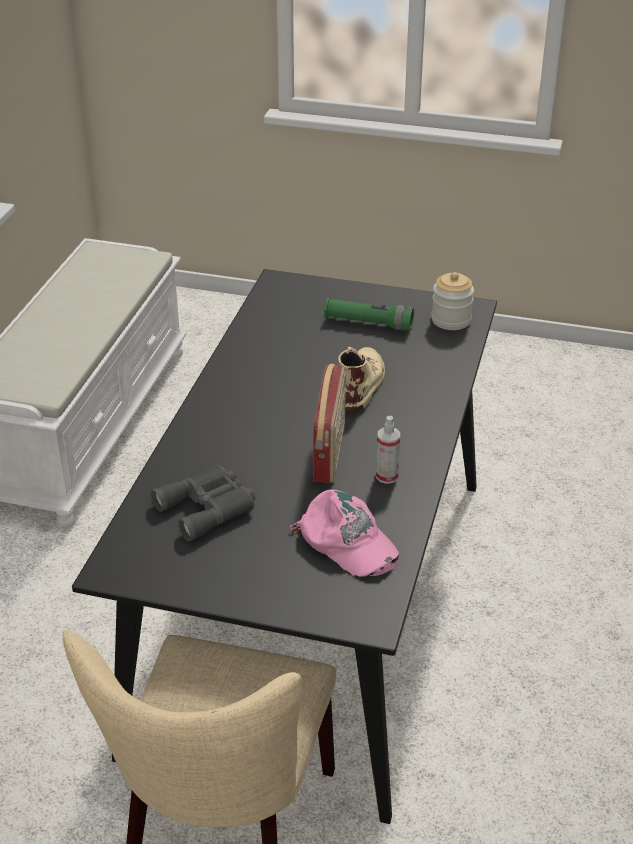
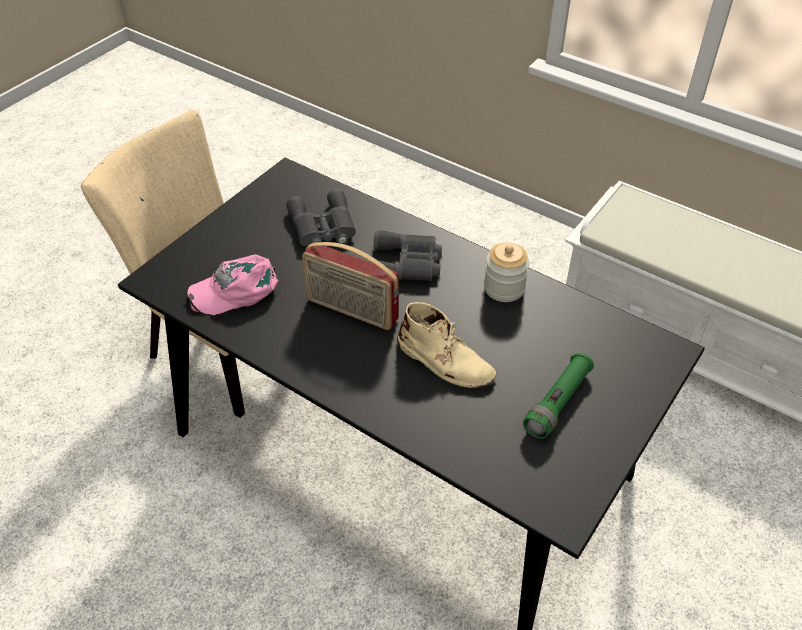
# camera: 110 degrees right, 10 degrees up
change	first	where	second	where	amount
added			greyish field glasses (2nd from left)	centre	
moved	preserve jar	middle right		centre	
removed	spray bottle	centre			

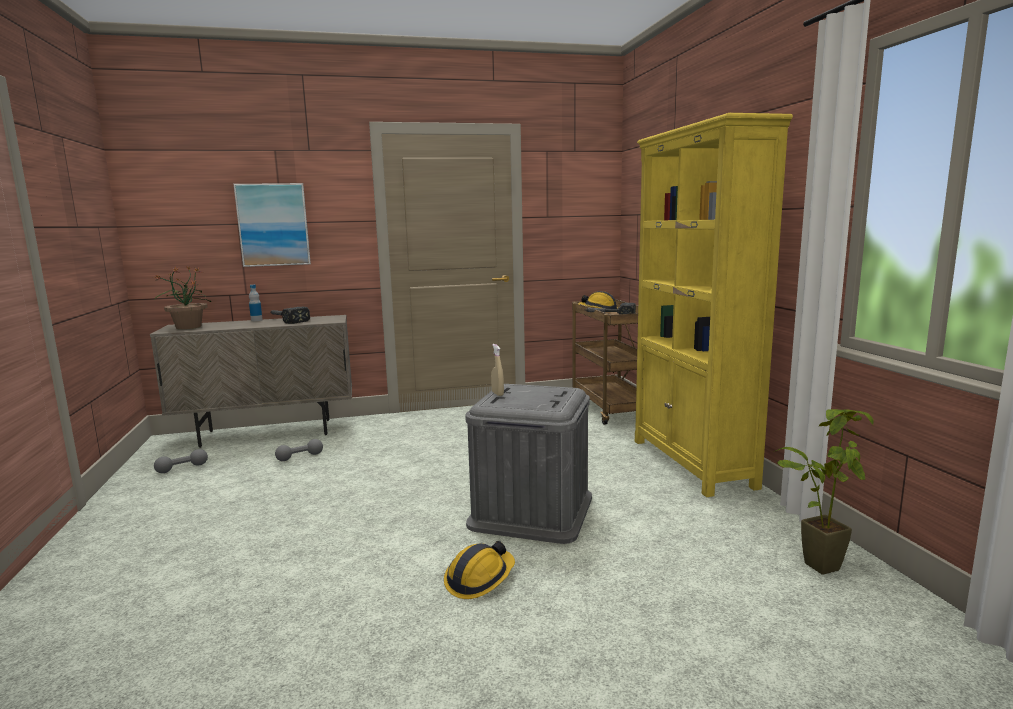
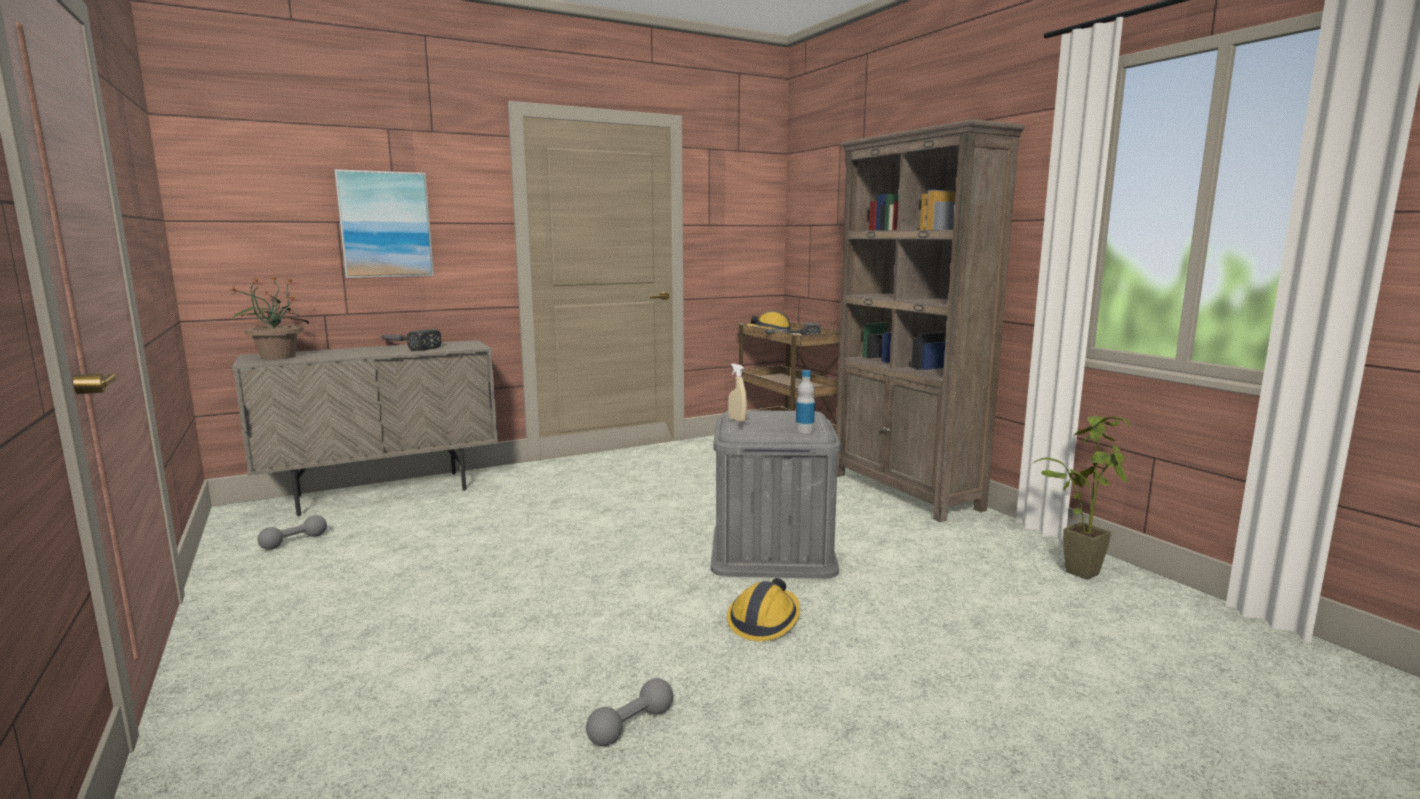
# camera: 15 degrees left, 0 degrees up
change	first	where	second	where	amount
moved	greyish free weight (2nd from left)	middle left		bottom centre	
moved	drink bottle	middle left		centre	
recoloured	yellow bookshelf	middle right	brownish bookshelf	centre	

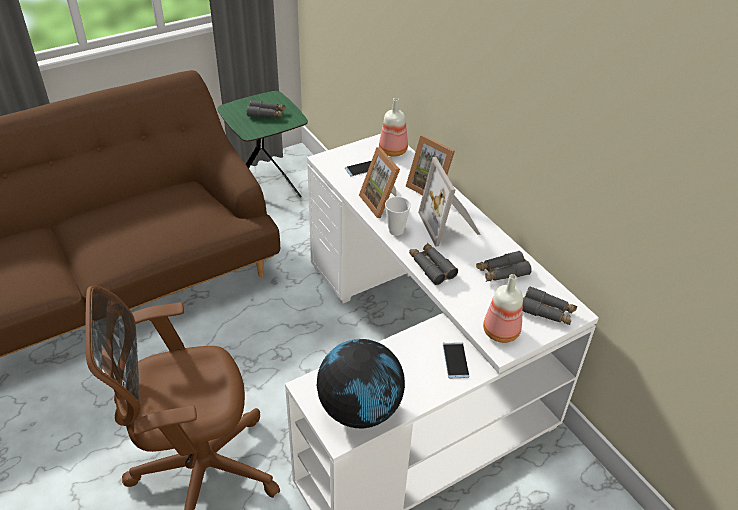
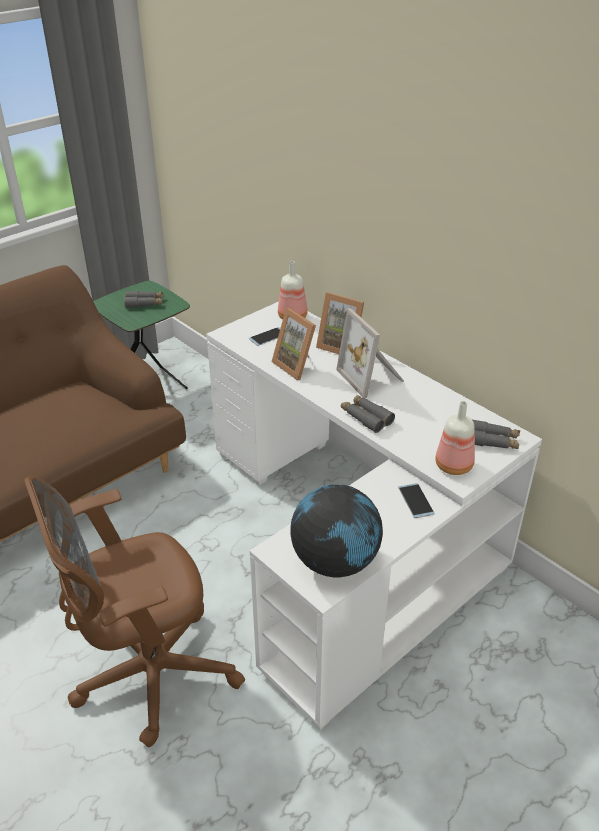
# camera: 10 degrees left, 5 degrees down
change	first	where	second	where	amount
removed	small cup	centre			
removed	greyish field glasses (3rd from left)	middle right			

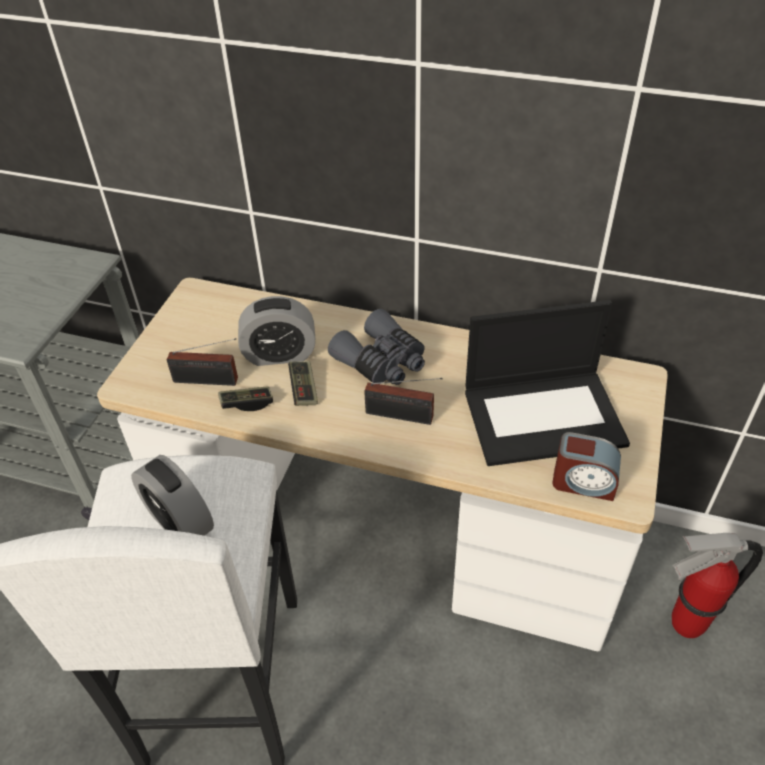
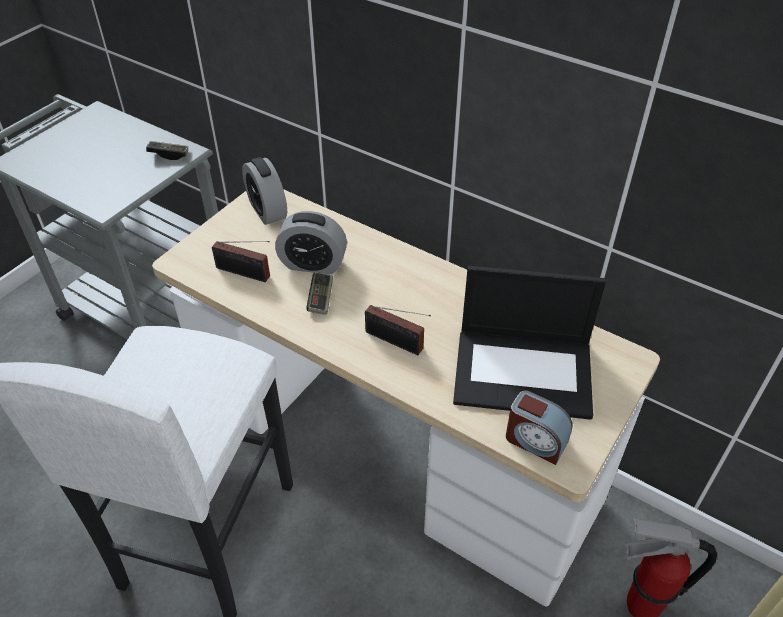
# camera: 15 degrees right, 0 degrees up
change	first	where	second	where	amount
moved	game controller (1st from left)	middle left		top left	
moved	bedside clock (1st from left)	middle left		top centre	
removed	greyish field glasses	centre			

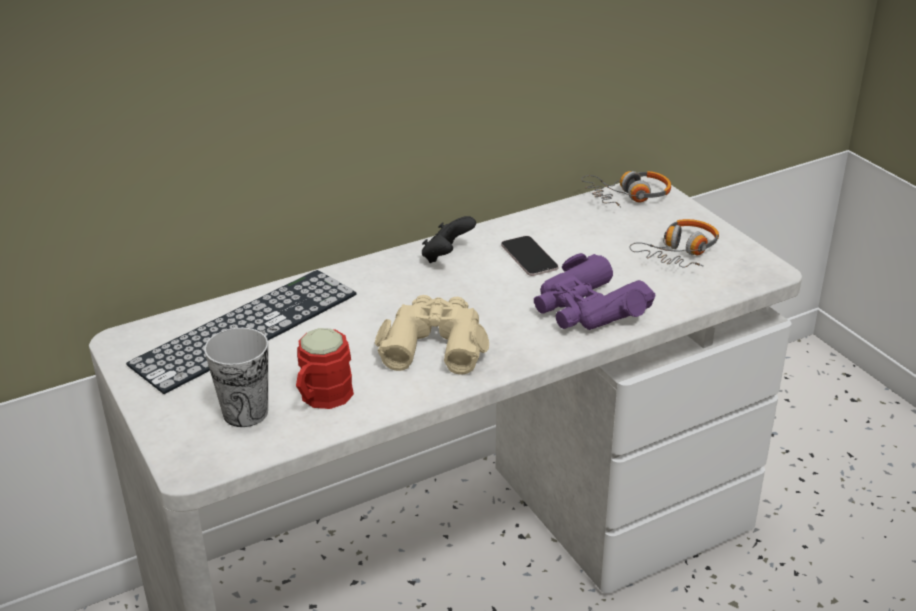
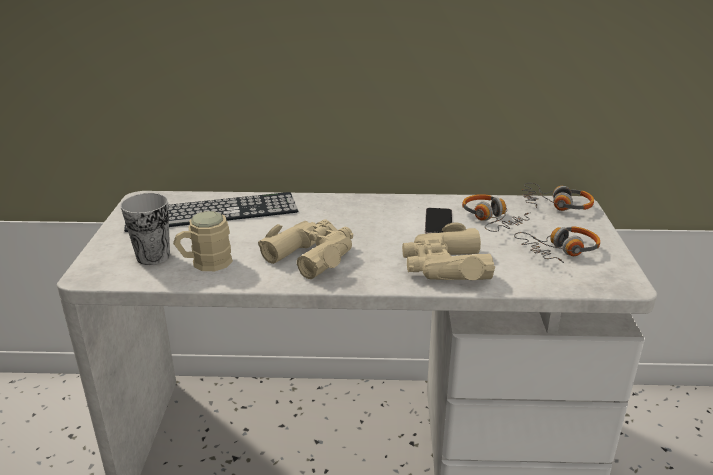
# camera: 30 degrees right, 5 degrees down
change	first	where	second	where	amount
recoloured	reddish mug	centre	beige mug	middle left	
recoloured	purple-coloured field glasses	centre	beige field glasses (2nd from left)	centre	
added			headset (1st from left)	middle right	
removed	black-coloured game controller	centre			

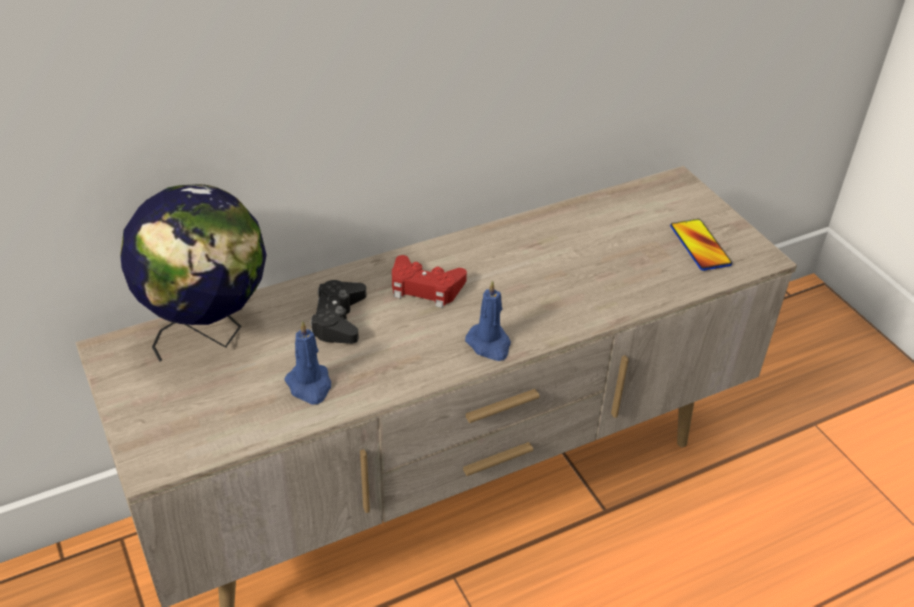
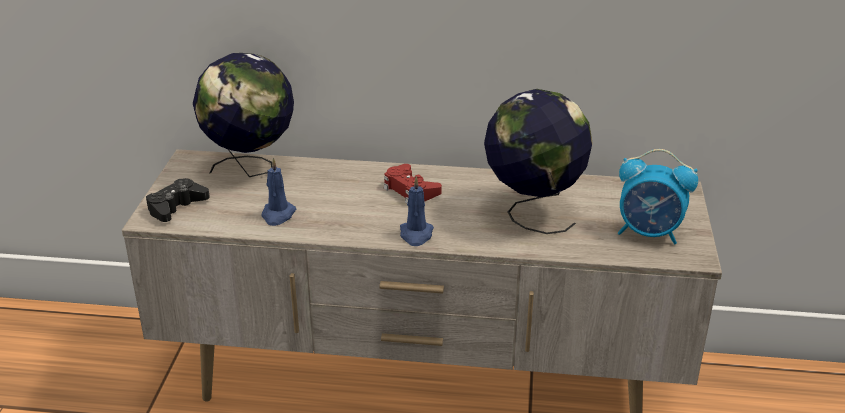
# camera: 35 degrees right, 10 degrees down
change	first	where	second	where	amount
moved	black-coloured game controller	centre		middle left	
added			desk globe (2nd from left)	centre	
replaced	telephone	middle right	bedside clock	middle right	

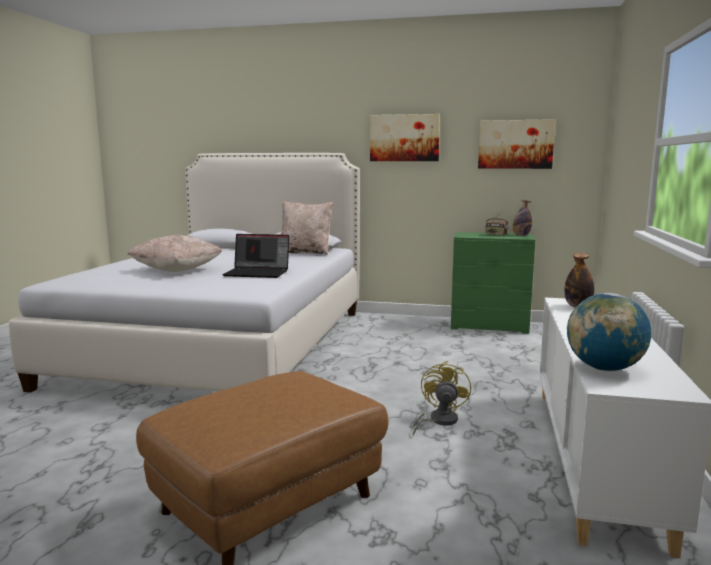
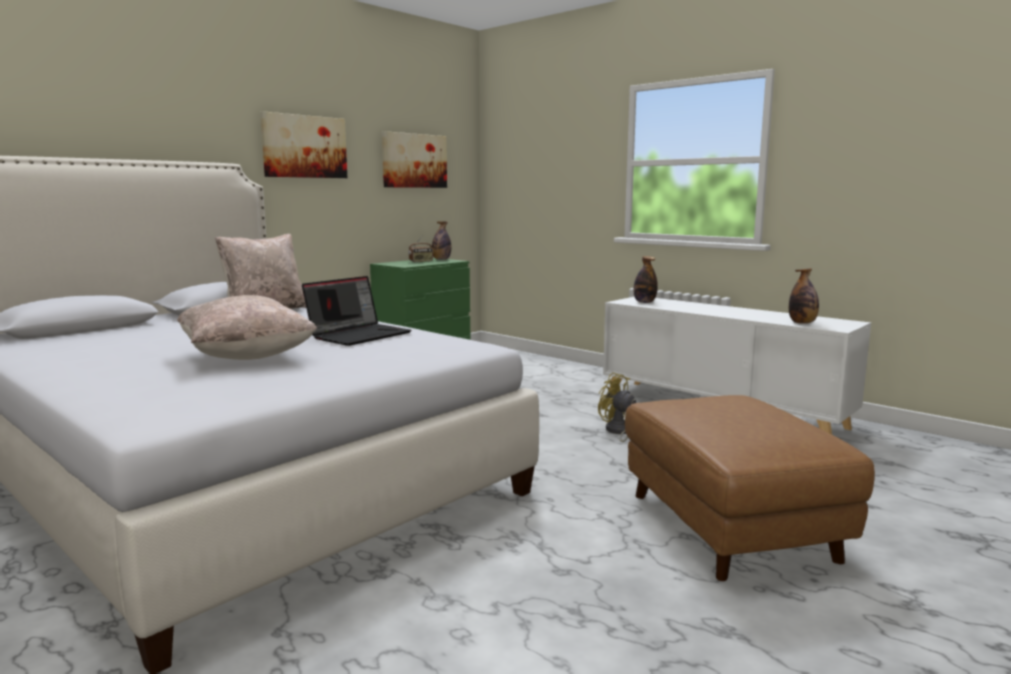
# camera: 60 degrees left, 0 degrees up
change	first	where	second	where	amount
replaced	desk globe	middle right	drink bottle (3rd from left)	middle right	

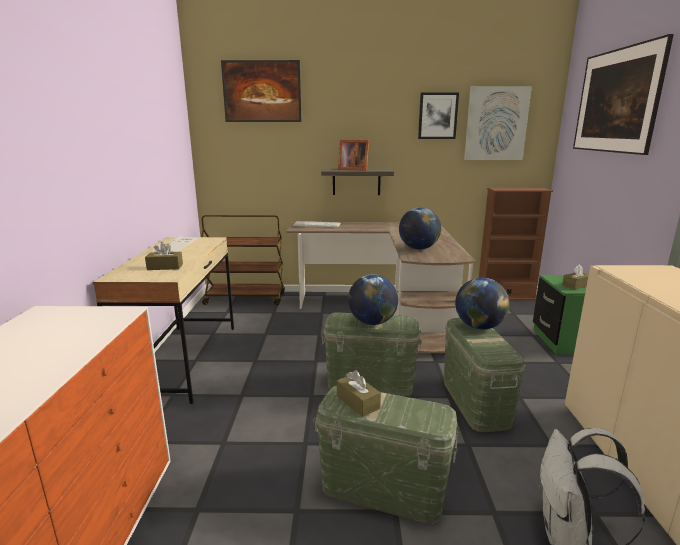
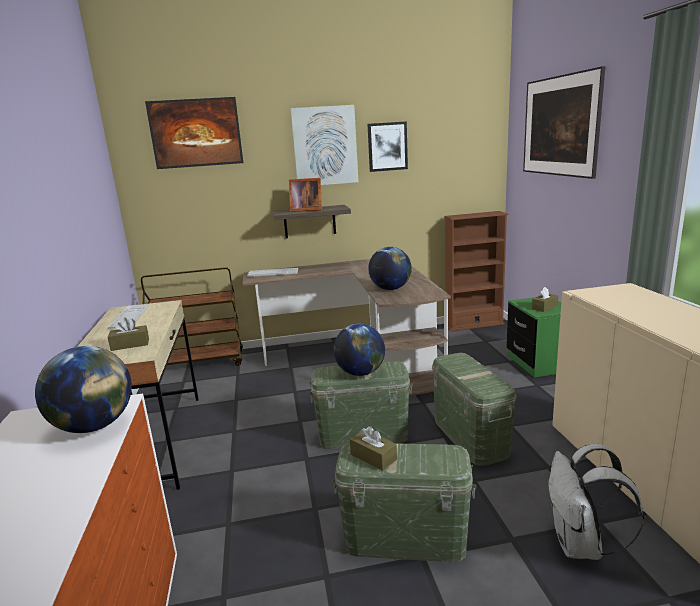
# camera: 10 degrees left, 0 degrees up
change	first	where	second	where	amount
moved	desk globe (3rd from left in the first image)	middle right	desk globe (1st from left)	middle left	
moved	wall picture (3rd from left in the first image)	top right	wall picture (2nd from left)	top centre	

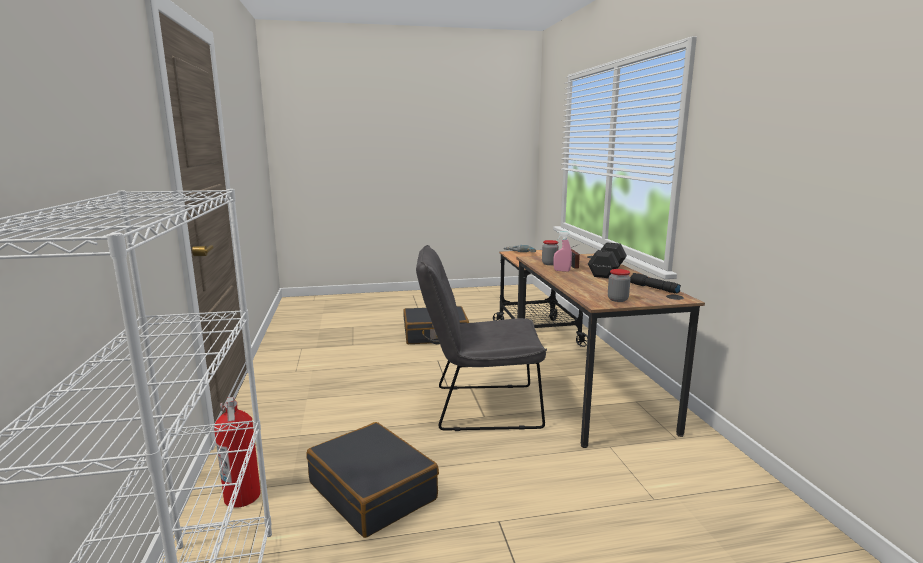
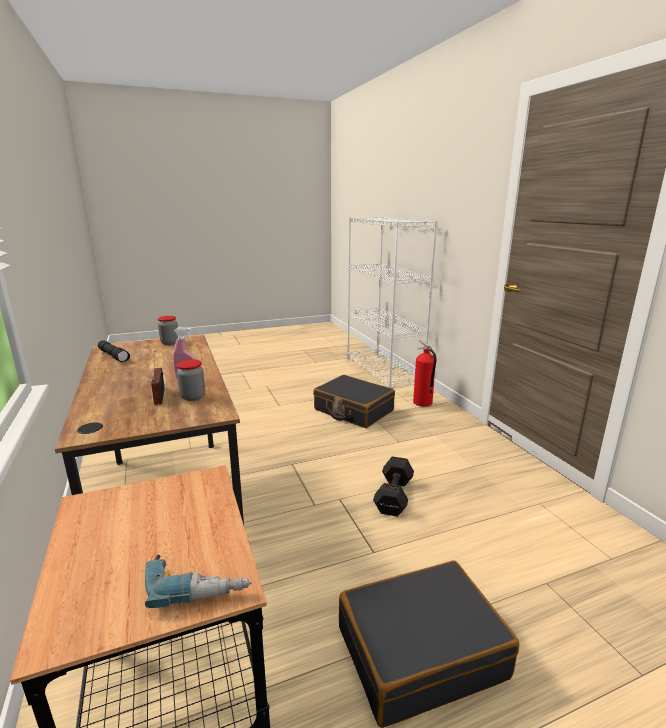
# camera: 170 degrees right, 5 degrees up
change	first	where	second	where	amount
moved	black-coloured free weight	centre		bottom centre	
removed	greyish chair	centre			

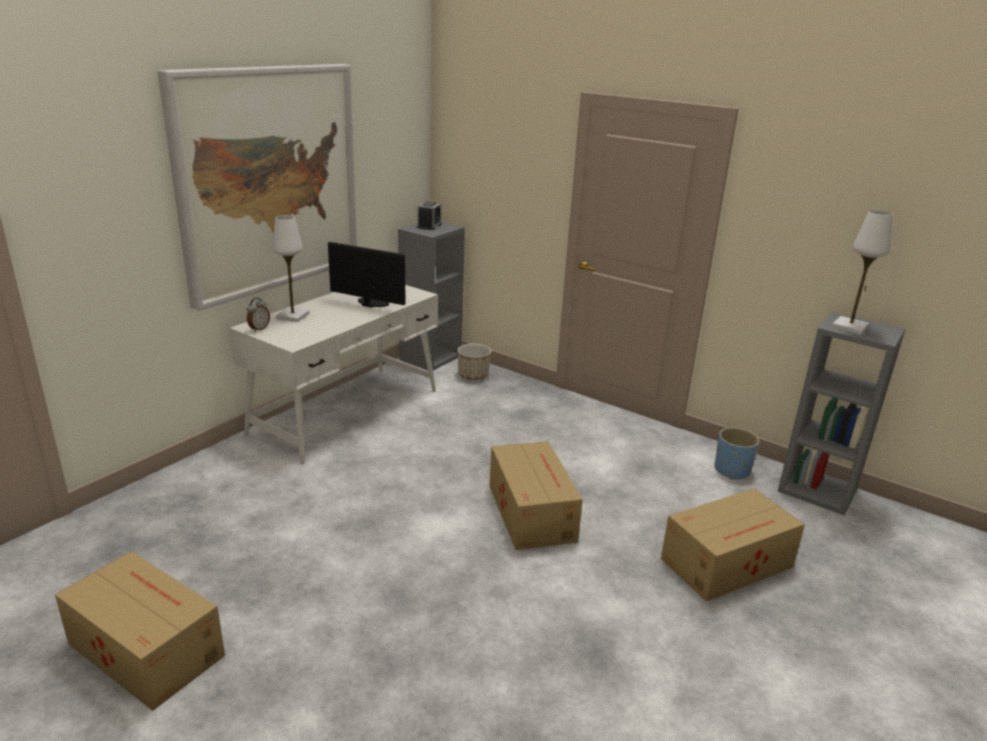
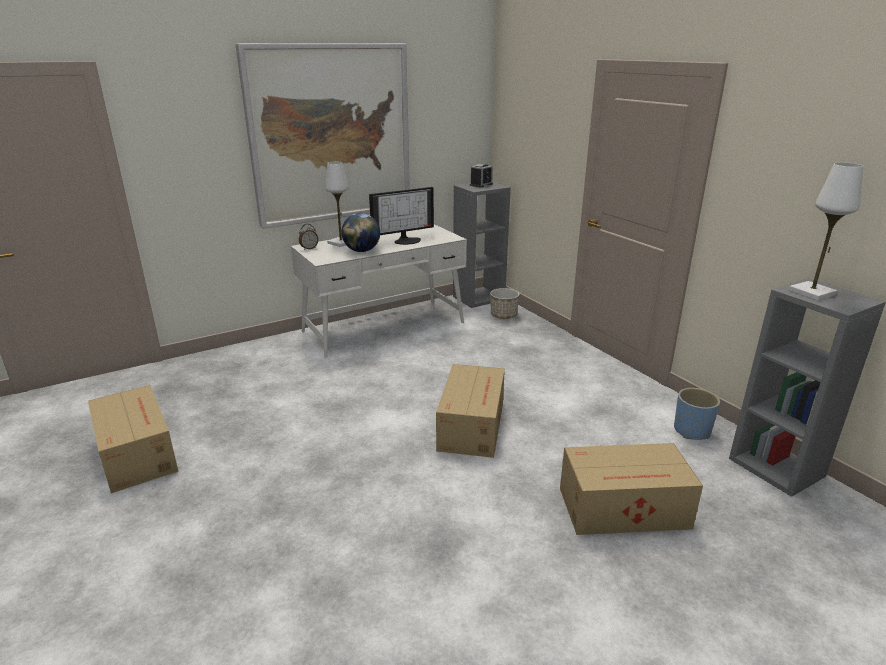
# camera: 25 degrees right, 0 degrees up
change	first	where	second	where	amount
added			desk globe	centre	
turned	computer display	centre		top centre	105 degrees clockwise

